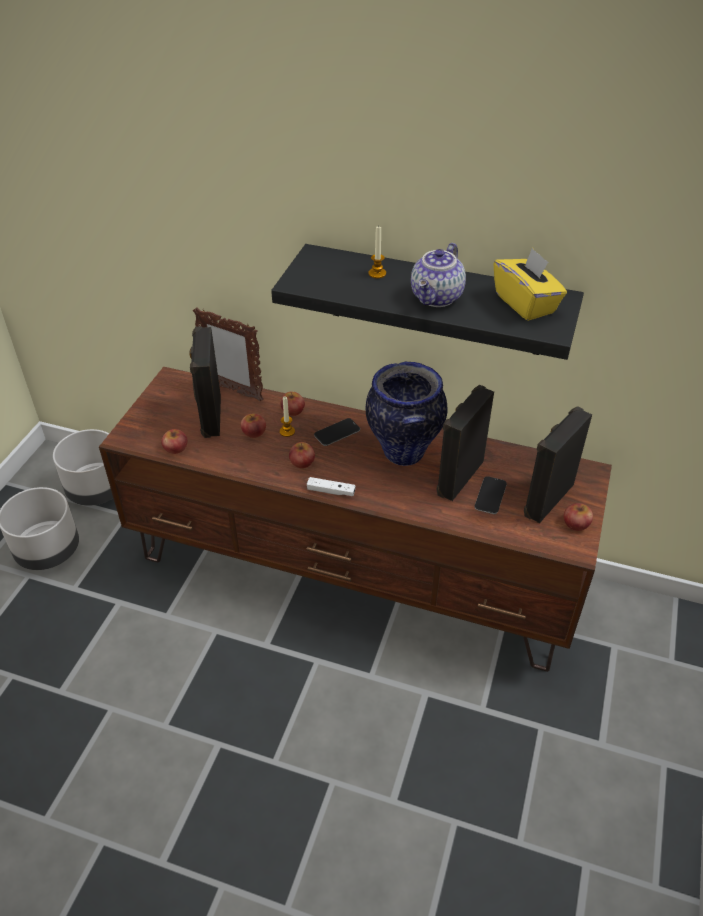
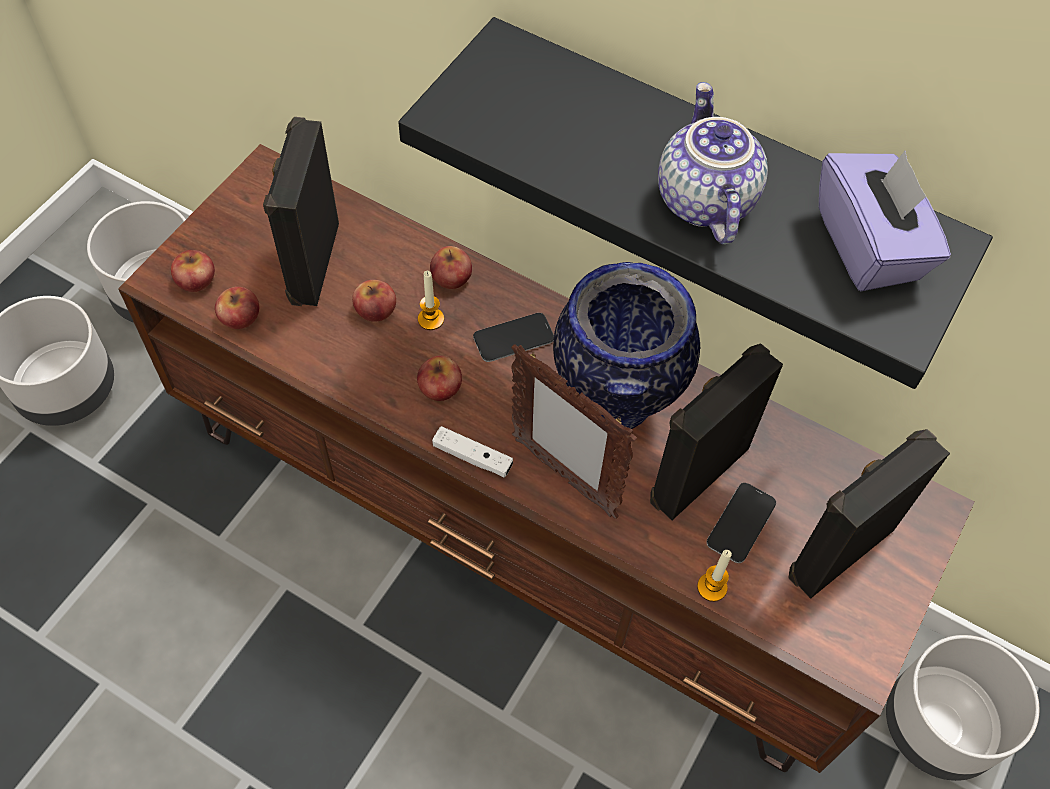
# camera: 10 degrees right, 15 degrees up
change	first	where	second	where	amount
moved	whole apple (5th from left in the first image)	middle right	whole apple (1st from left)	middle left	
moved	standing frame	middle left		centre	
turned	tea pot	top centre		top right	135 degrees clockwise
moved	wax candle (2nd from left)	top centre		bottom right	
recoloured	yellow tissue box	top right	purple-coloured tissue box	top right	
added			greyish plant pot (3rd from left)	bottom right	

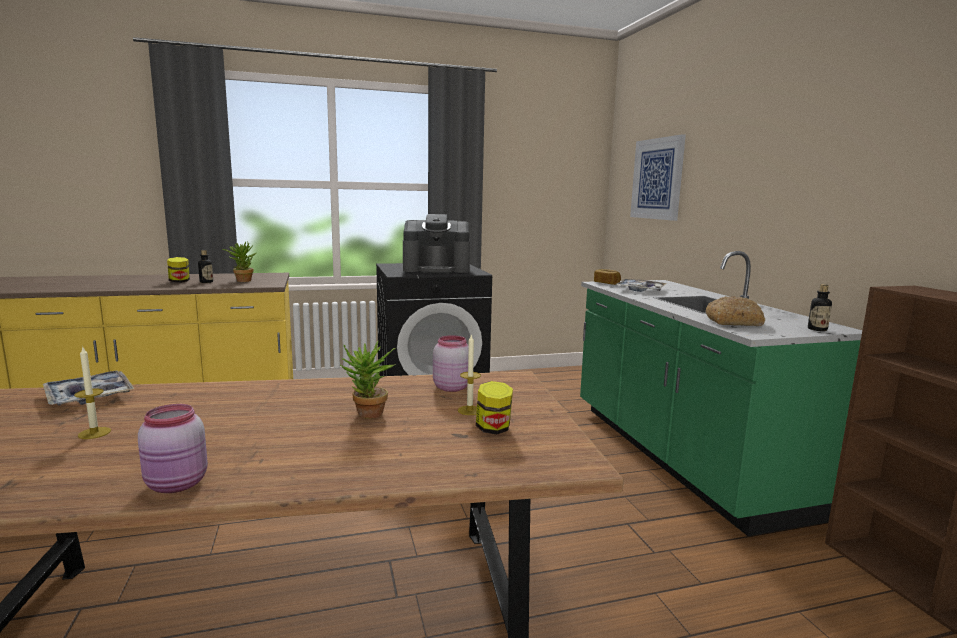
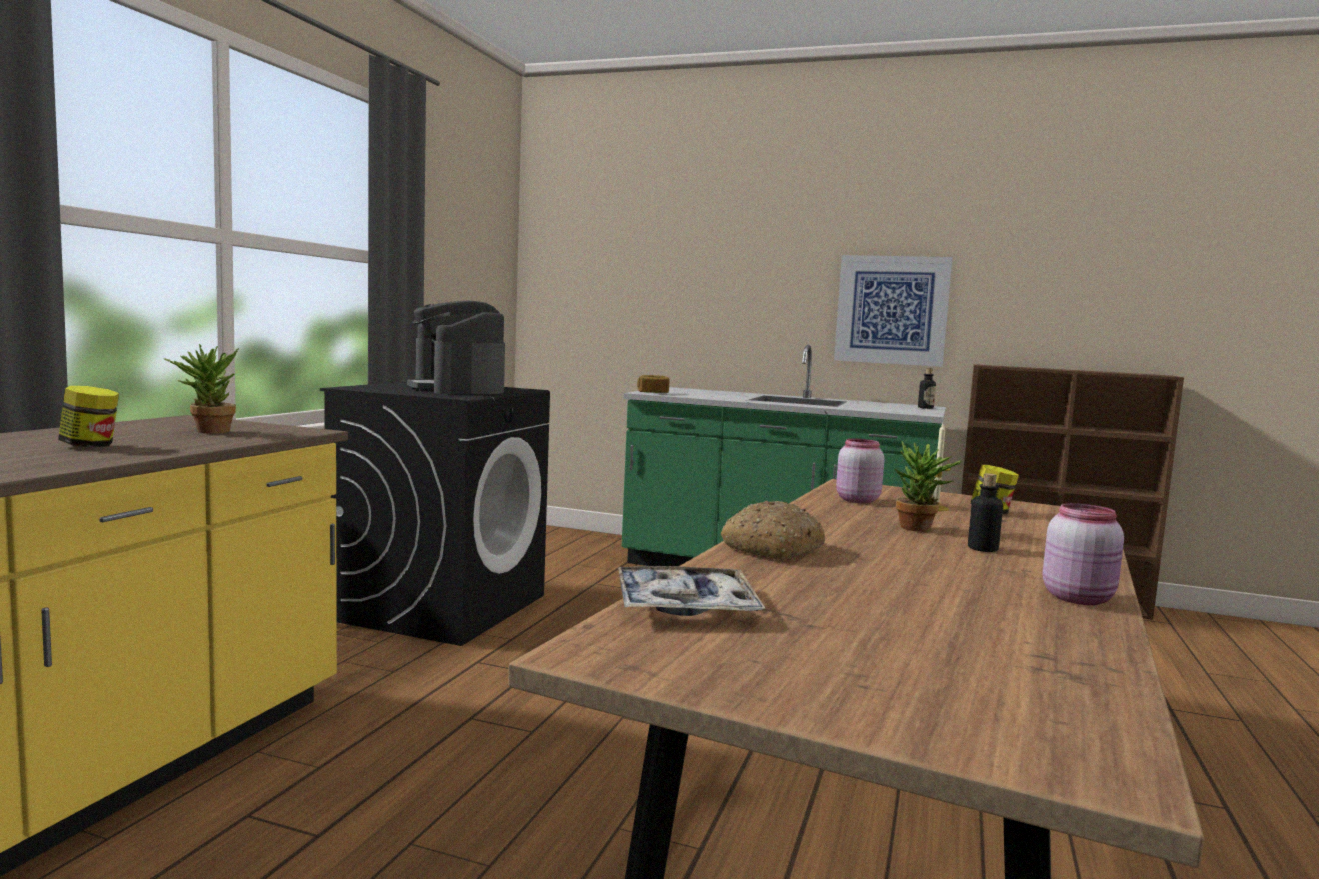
# camera: 55 degrees left, 5 degrees down
change	first	where	second	where	amount
turned	coffee machine	centre		centre	120 degrees clockwise
moved	bakery bread (2nd from left)	middle right		centre	
moved	wall picture	top right		middle right	
moved	drink bottle (1st from left in the first image)	middle left	drink bottle (2nd from left)	middle right	
removed	wax candle (1st from left)	middle left			
removed	carrying tray (2nd from left)	middle right			

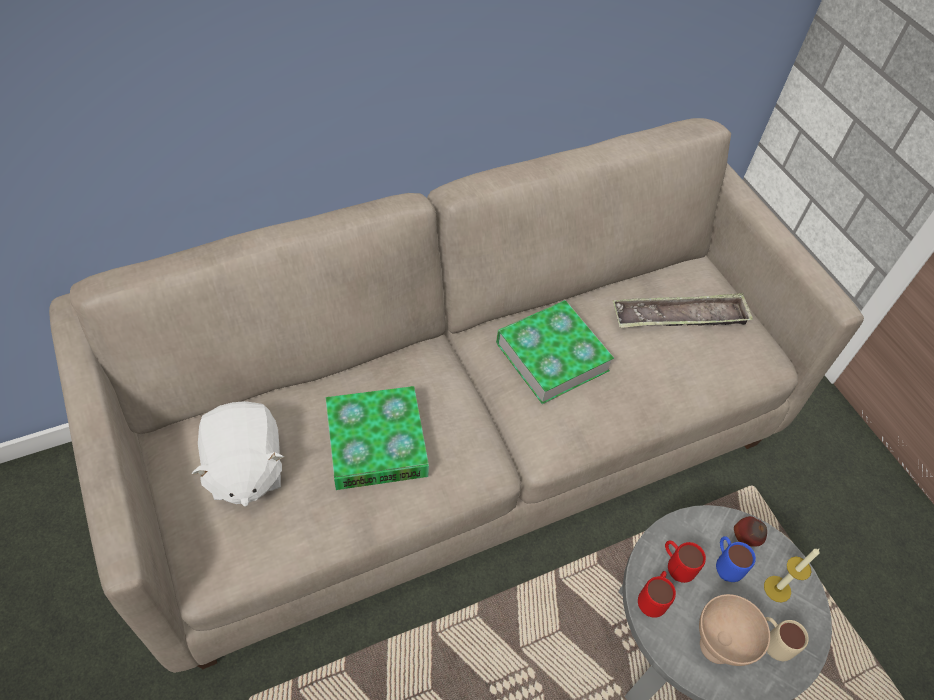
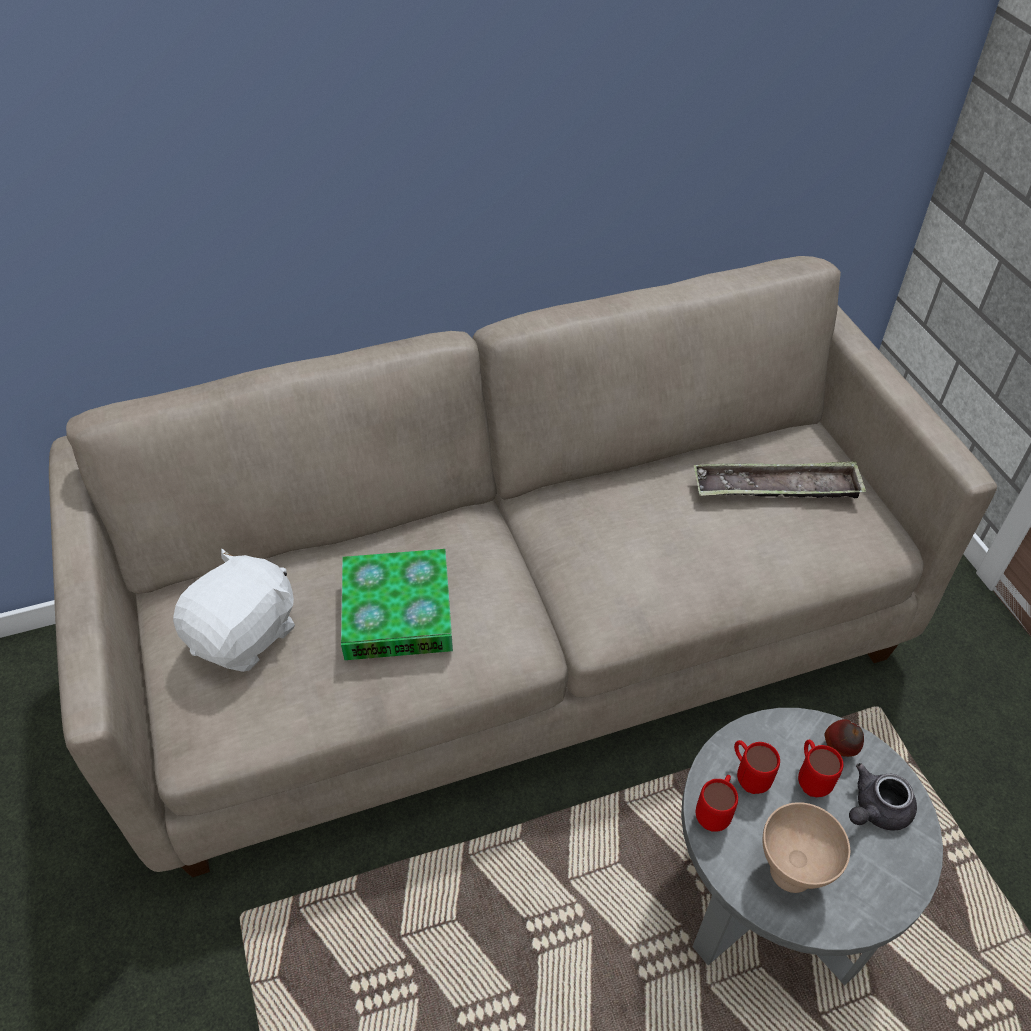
# camera: 10 degrees right, 5 degrees down
change	first	where	second	where	amount
turned	white cuddly toy	middle left		middle left	135 degrees counterclockwise
recoloured	blue-coloured mug	bottom right	reddish mug (3rd from left)	bottom right	
replaced	wax candle	bottom right	greyish tea pot	bottom right	
removed	volume (2nd from left)	centre			
removed	beige mug	bottom right			

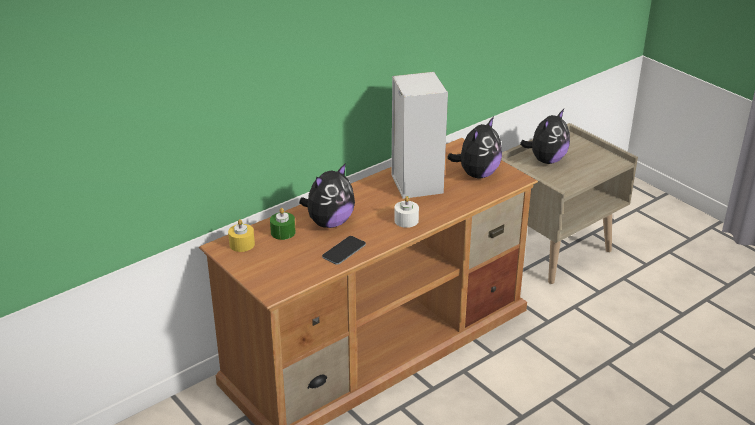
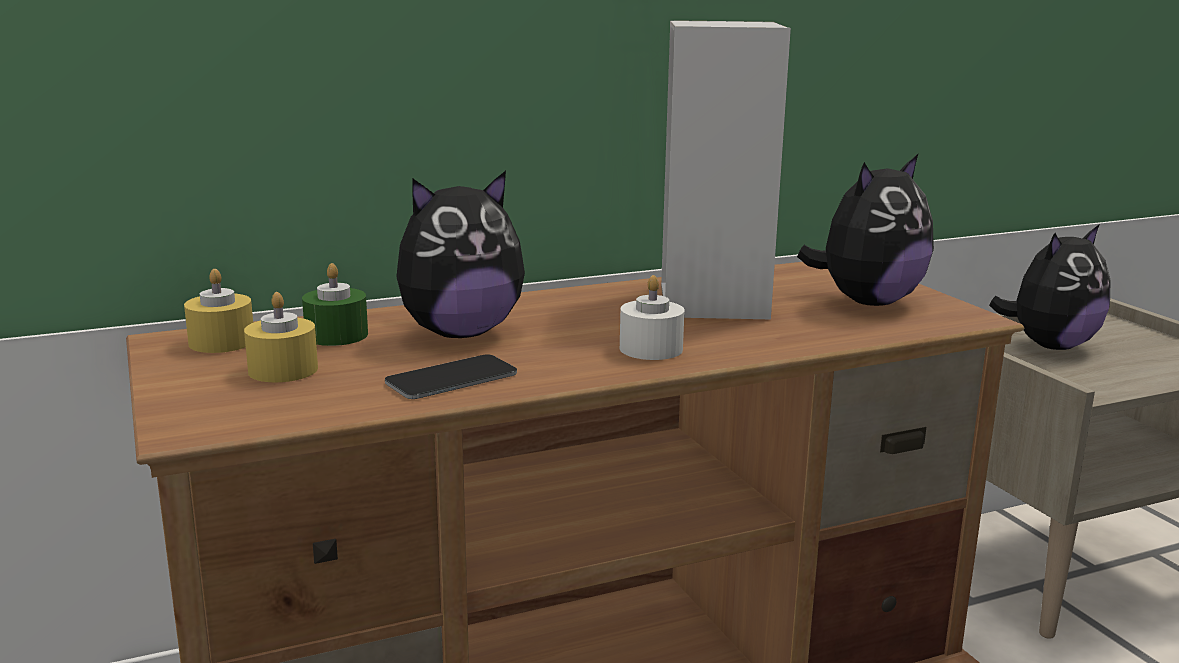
# camera: 15 degrees right, 15 degrees down
change	first	where	second	where	amount
added			yellow wax candle (2nd from left)	middle left	

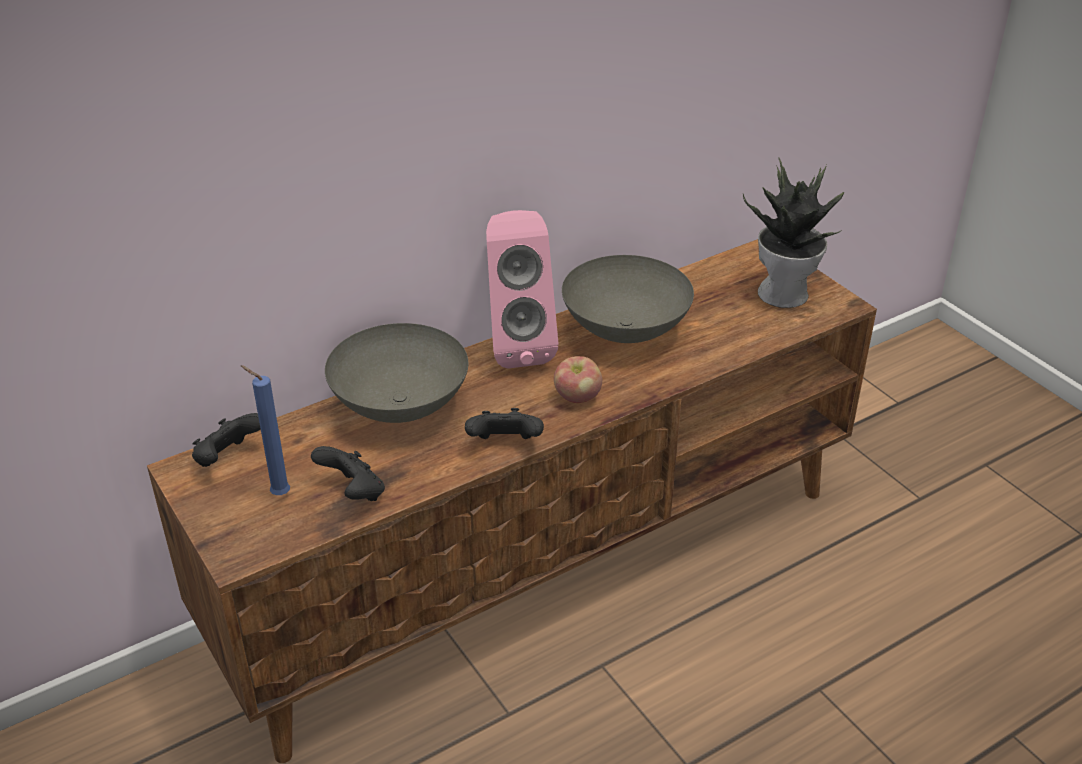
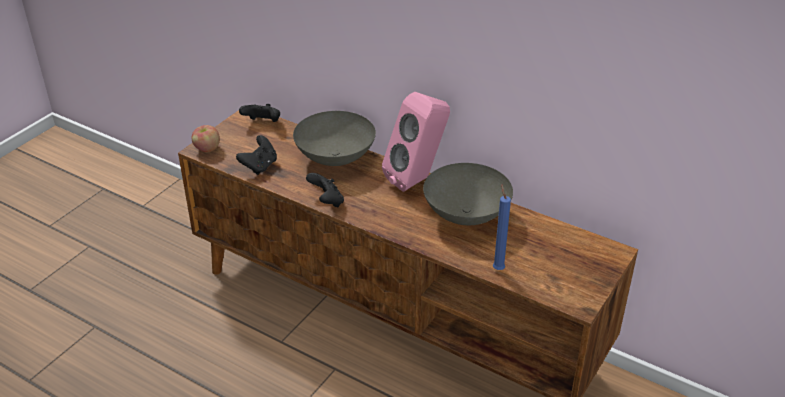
# camera: 65 degrees right, 0 degrees up
change	first	where	second	where	amount
moved	whole apple	centre		middle left	
moved	blue-coloured wax candle	middle left		centre	
removed	houseplant	top right			

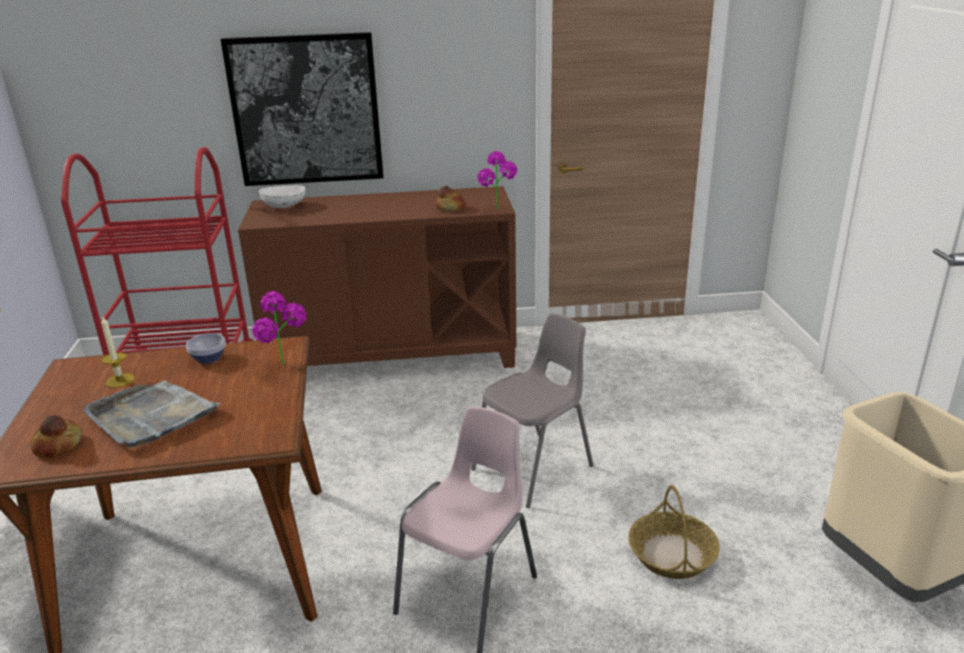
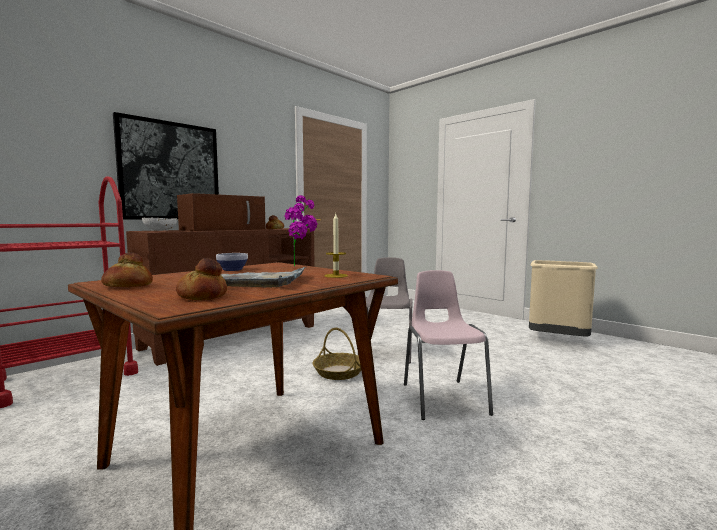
# camera: 40 degrees left, 20 degrees down
change	first	where	second	where	amount
added			bakery bread (1st from left)	middle left	
added			brownish kitchen microwave	middle left	
moved	basket	bottom right		bottom centre	
moved	wax candle	middle left		centre	

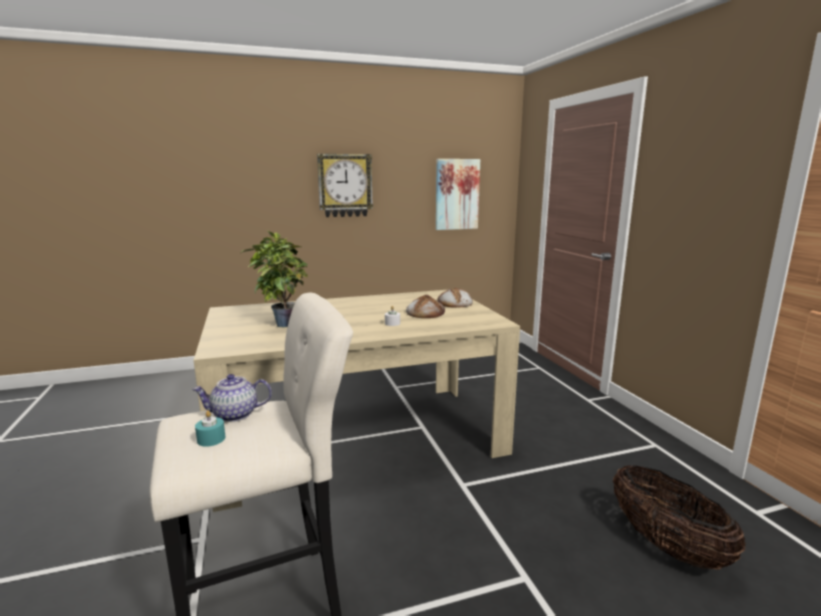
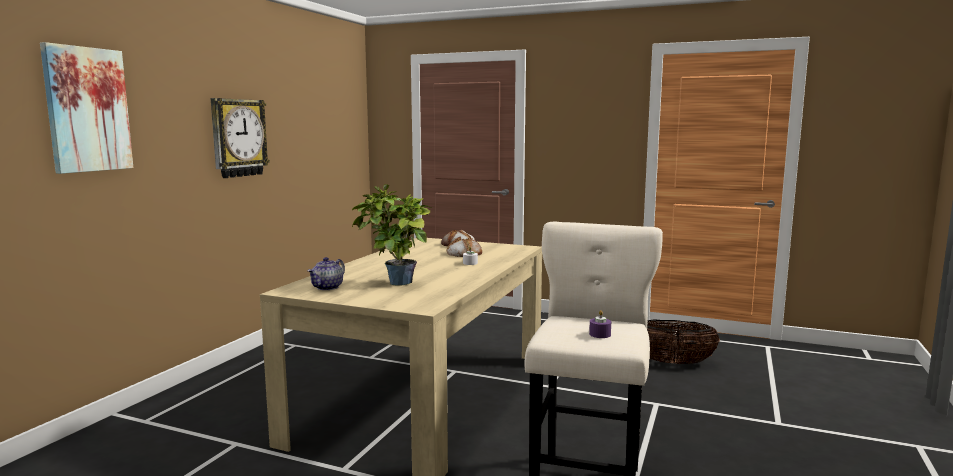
# camera: 50 degrees left, 5 degrees down
change	first	where	second	where	amount
moved	wall picture	top centre		top left	
moved	tea pot	middle left		centre	
recoloured	blue-green wax candle	bottom left	purple-coloured wax candle	bottom centre	

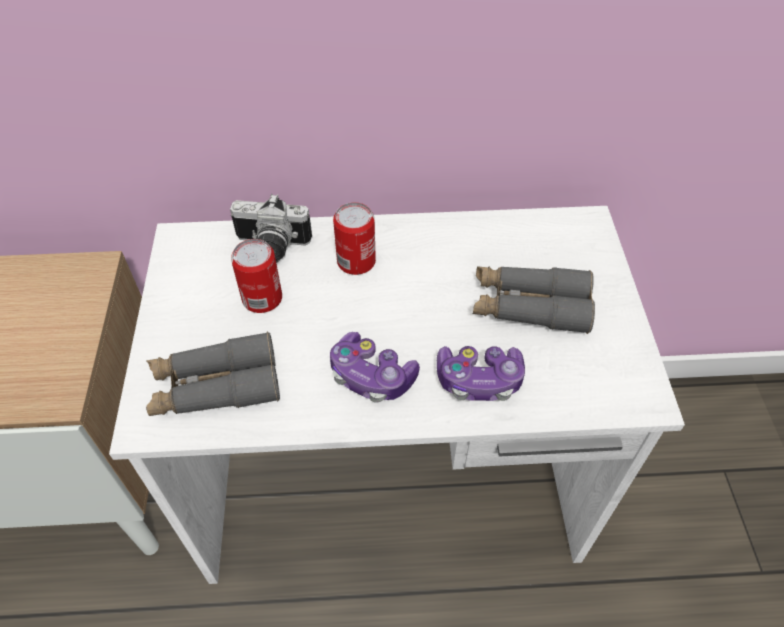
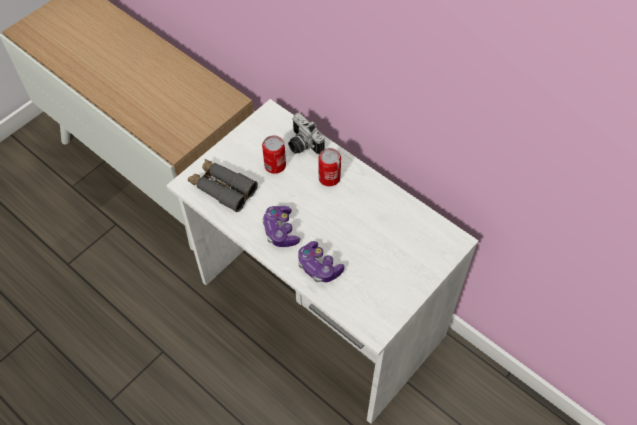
# camera: 45 degrees right, 5 degrees up
change	first	where	second	where	amount
removed	greyish field glasses (2nd from left)	middle right			

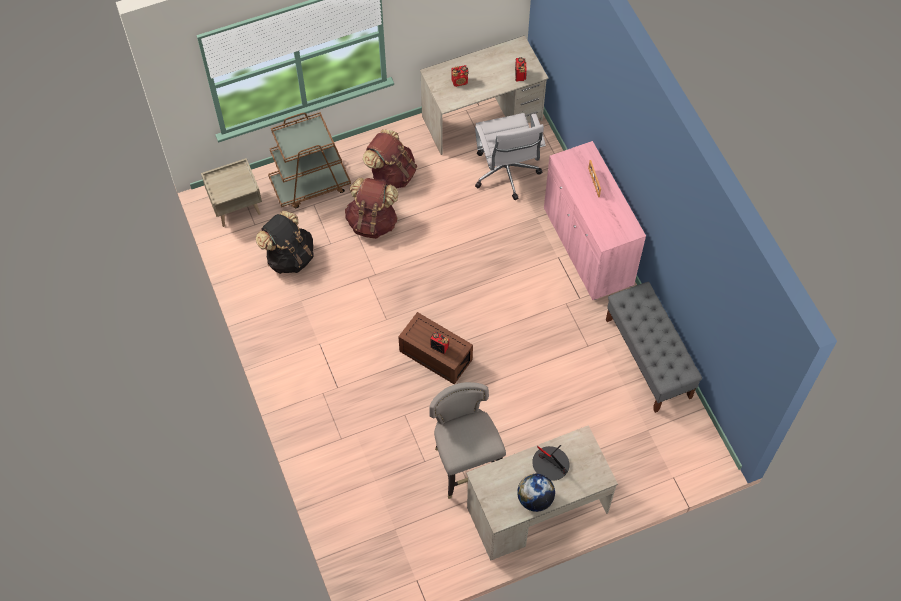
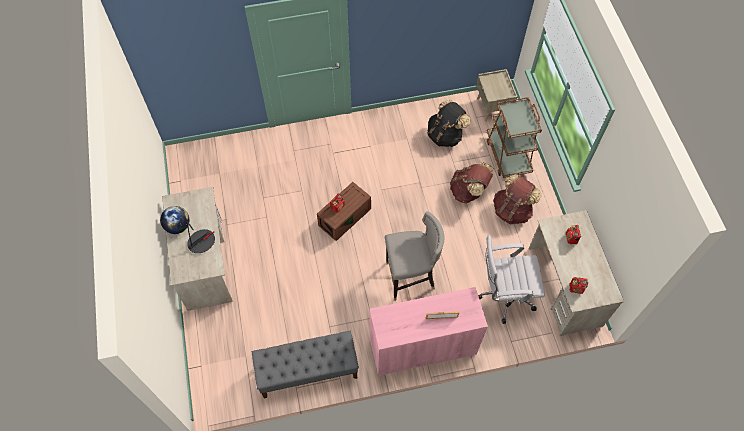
# camera: 100 degrees right, 0 degrees up
change	first	where	second	where	amount
moved	greyish sitting stool	bottom centre		centre	

